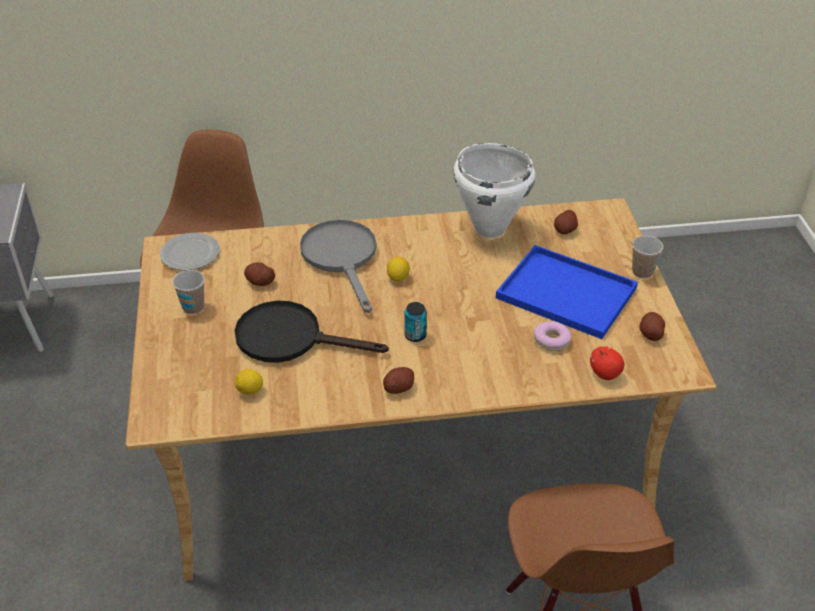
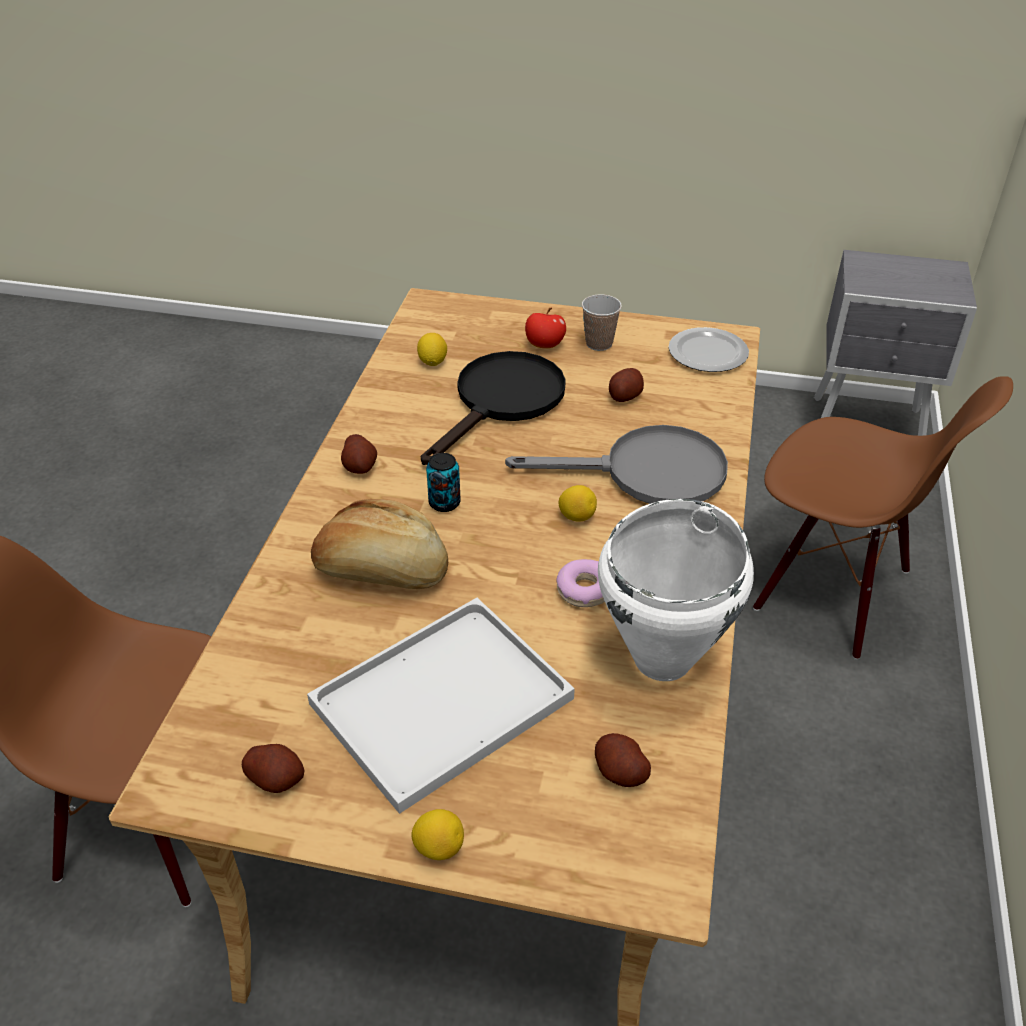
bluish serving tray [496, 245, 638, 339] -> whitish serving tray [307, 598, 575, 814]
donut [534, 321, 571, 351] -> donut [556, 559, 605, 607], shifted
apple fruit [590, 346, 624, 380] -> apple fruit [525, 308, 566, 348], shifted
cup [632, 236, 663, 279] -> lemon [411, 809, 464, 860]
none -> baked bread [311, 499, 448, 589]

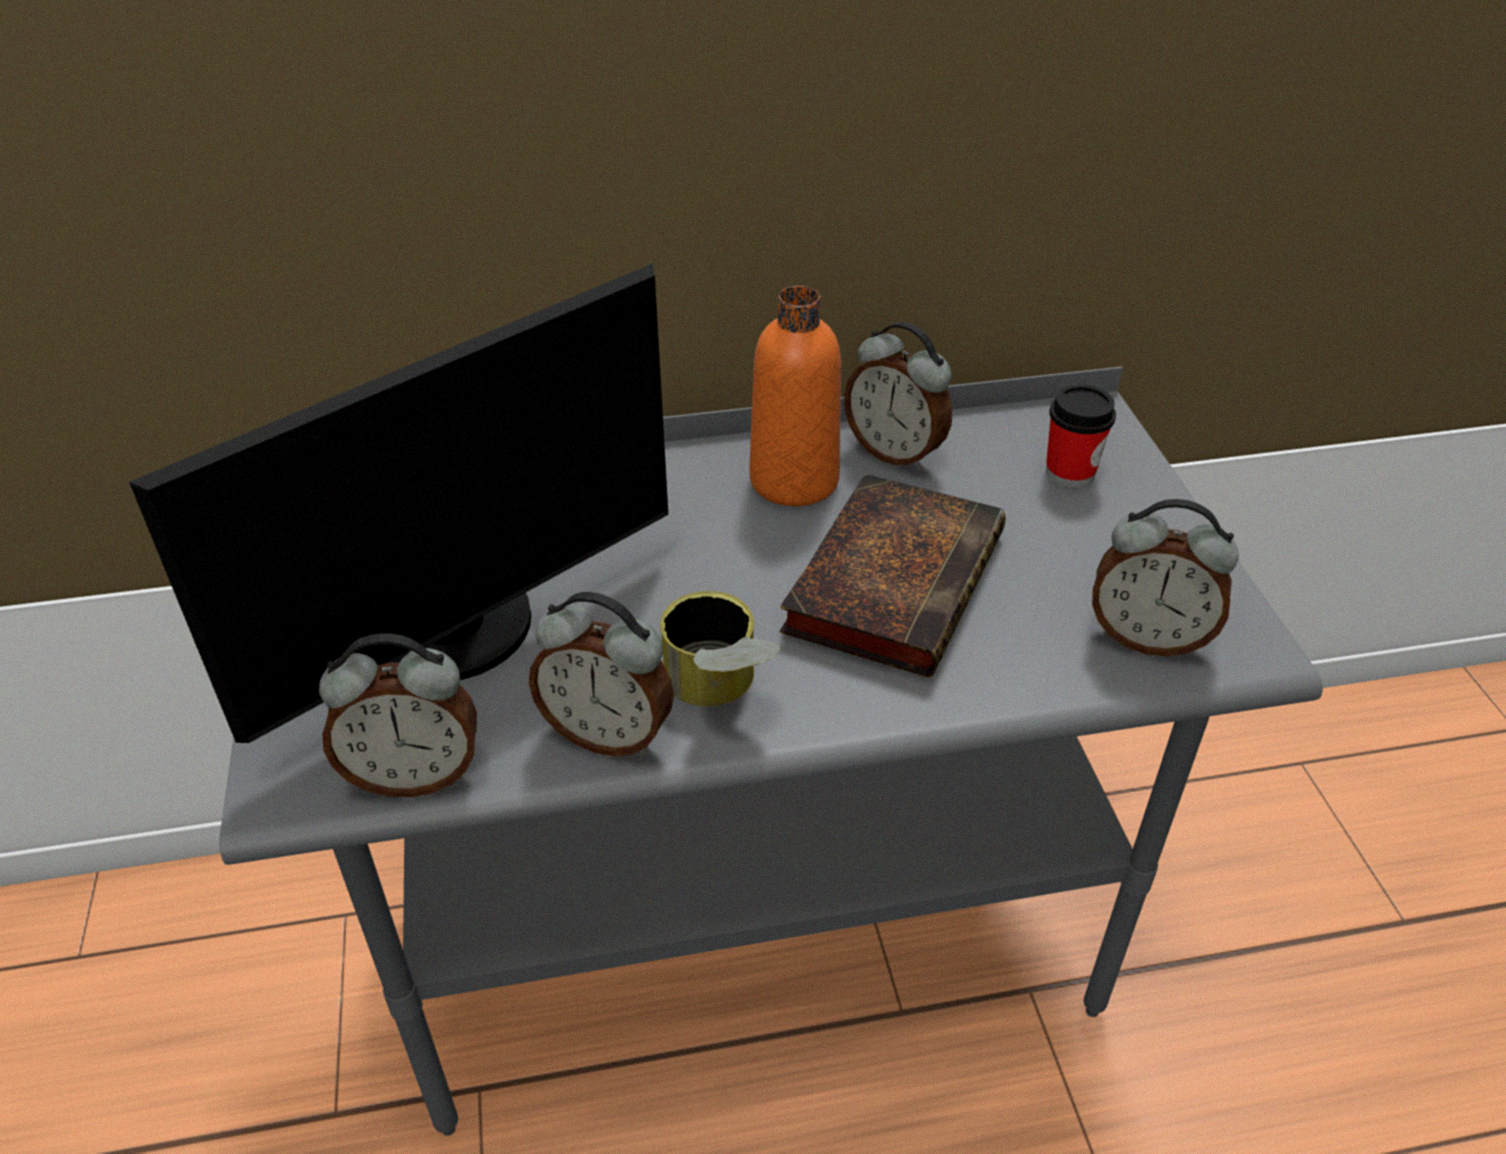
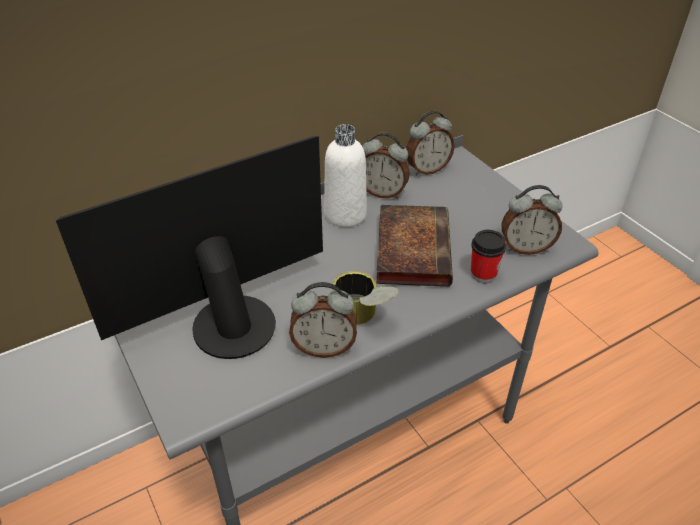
monitor [129, 264, 668, 743] -> monitor [56, 136, 323, 359], 150 degrees counterclockwise
table clock [319, 633, 477, 797] -> table clock [406, 111, 455, 176], shifted
orange bottle [750, 286, 841, 506] -> whitish bottle [324, 124, 367, 227]
cup [1046, 384, 1116, 488] -> cup [471, 230, 506, 283], shifted

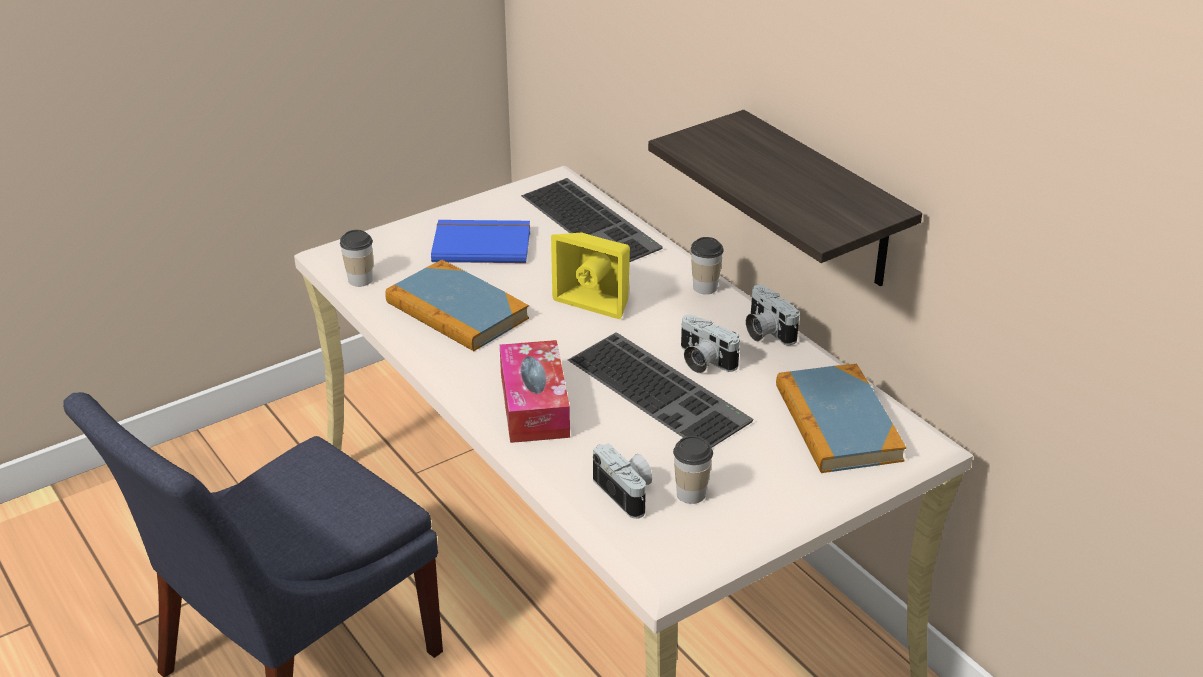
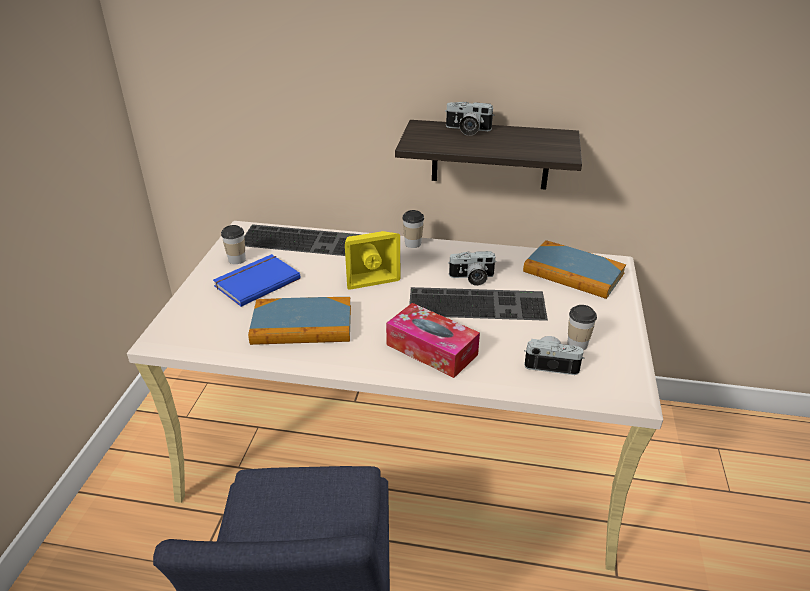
cup [340, 230, 373, 287] -> cup [221, 225, 246, 264], shifted
photo camera [746, 285, 799, 345] -> photo camera [445, 102, 494, 136], shifted

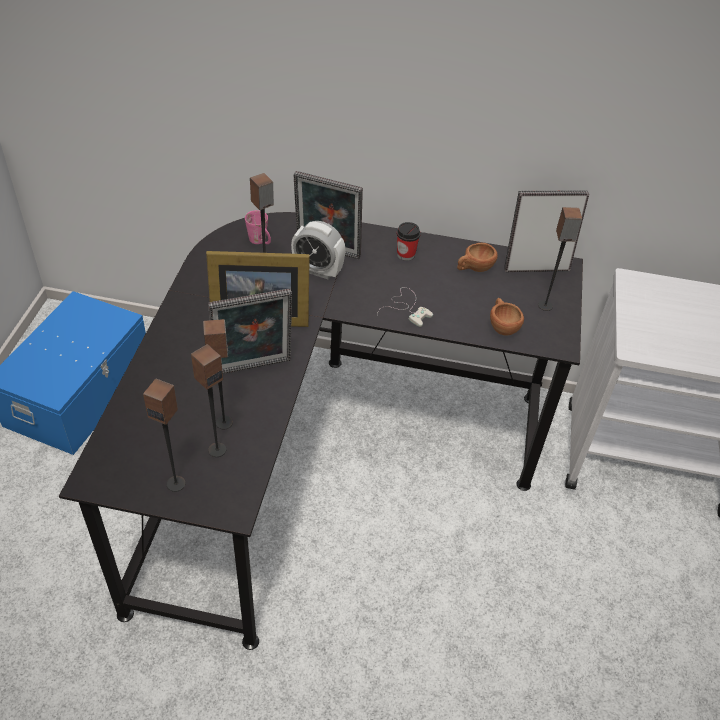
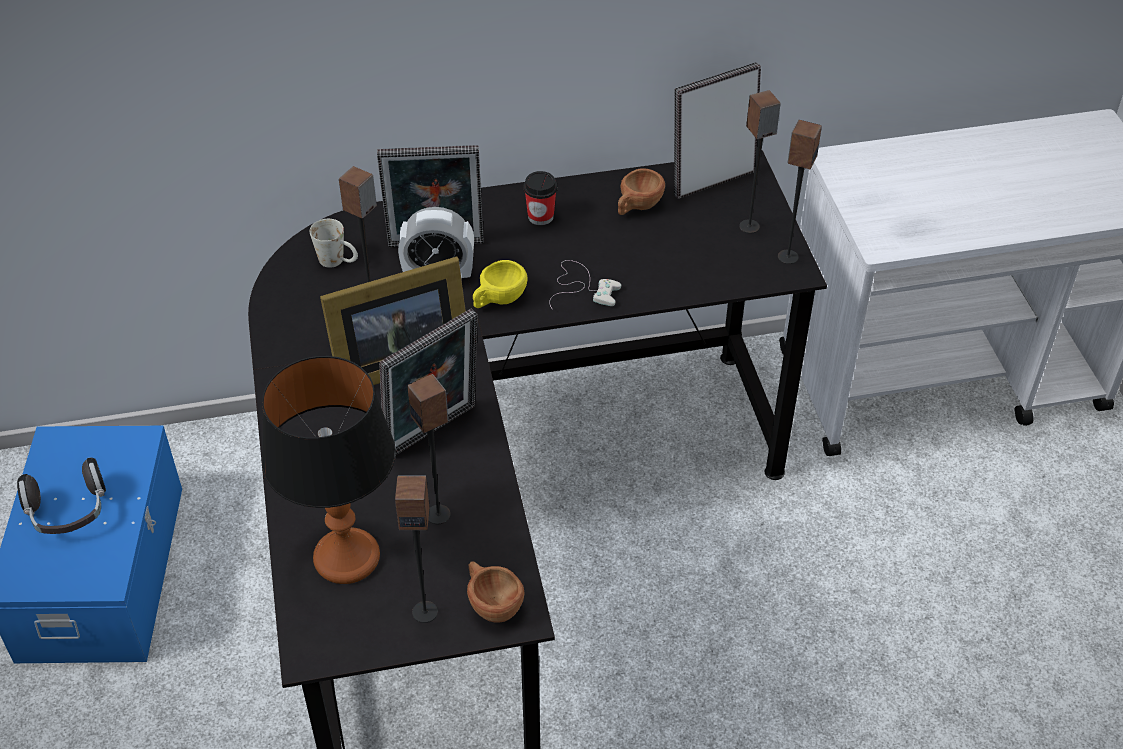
speaker [191, 344, 226, 457] -> speaker [778, 120, 822, 264], shifted
pink mug [245, 210, 271, 244] -> whitish mug [310, 219, 358, 268]
brownish cup [490, 298, 524, 336] -> brownish cup [467, 561, 525, 623], shifted
none -> headphones [17, 458, 106, 534]
none -> tabletop lamp [262, 356, 396, 584]
none -> yellowish cup [473, 260, 528, 308]

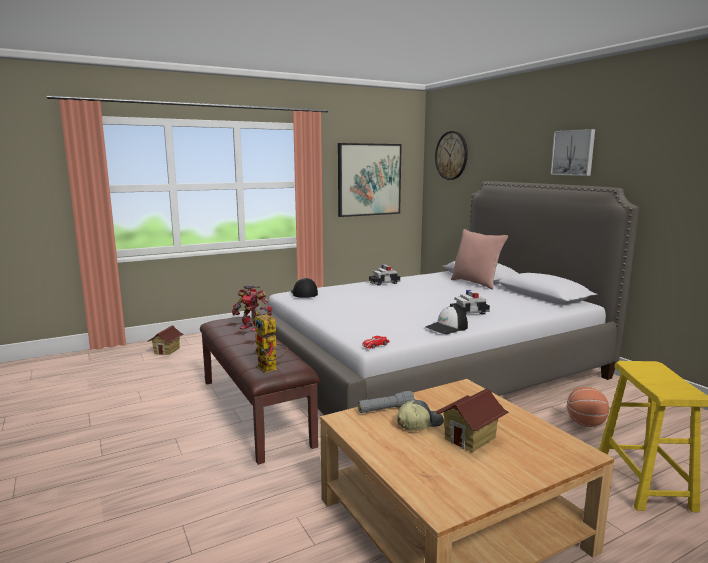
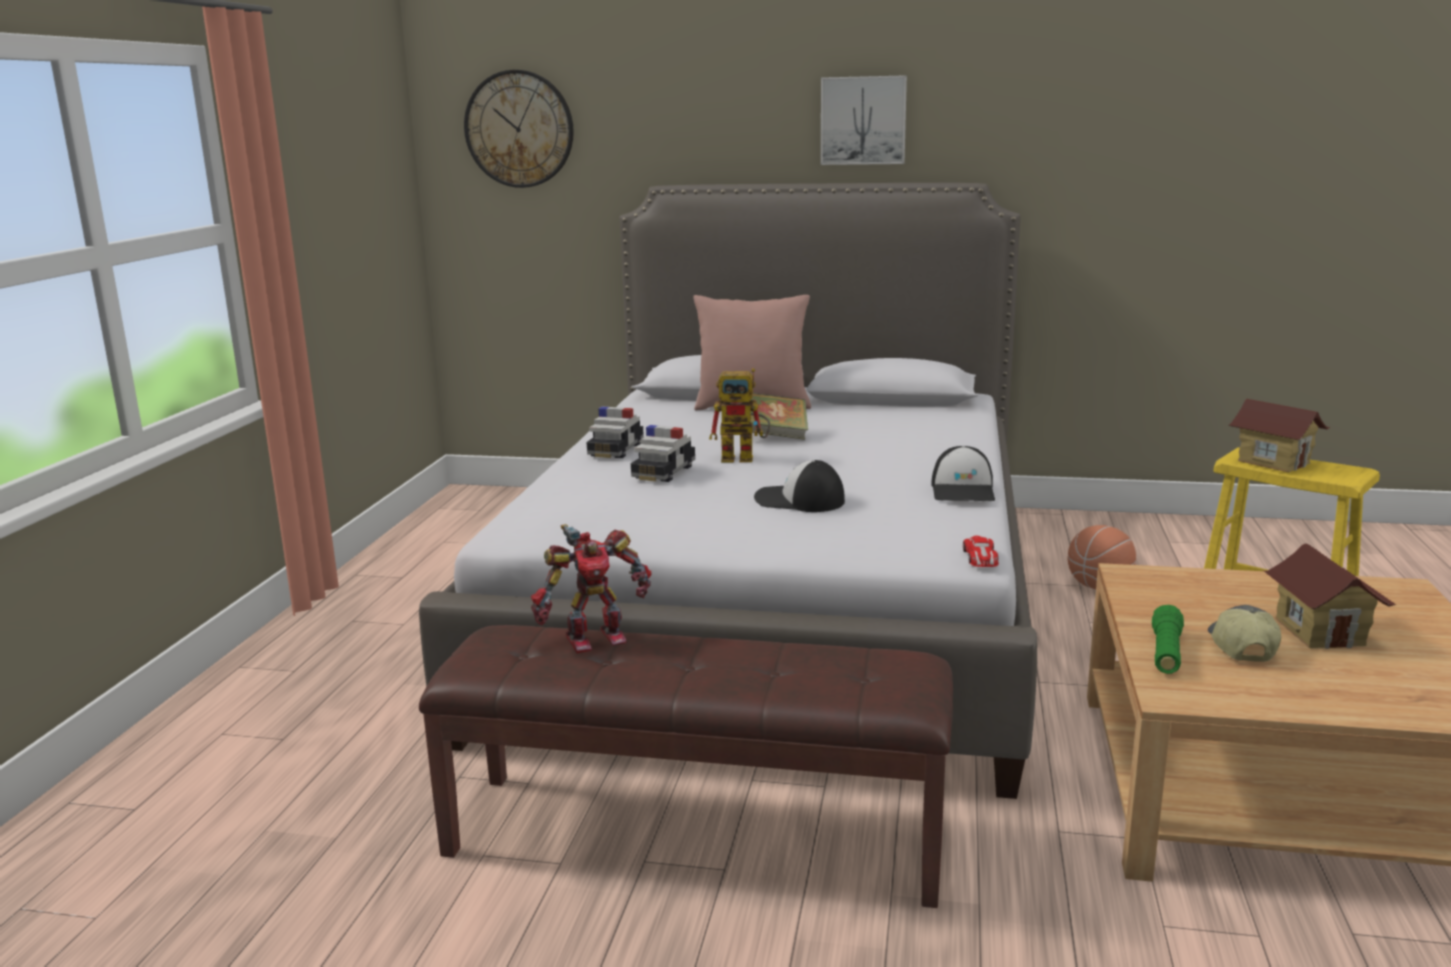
model house [148, 325, 183, 355] -> model house [1229, 399, 1330, 473], shifted
model robot [255, 314, 288, 373] -> model robot [709, 368, 770, 462], shifted
cap [291, 278, 318, 298] -> cap [754, 460, 845, 512], shifted
wall picture [338, 143, 402, 217] -> none
gray torch [358, 391, 415, 413] -> greenish torch [1152, 605, 1184, 674]
toy car [450, 290, 490, 315] -> toy car [631, 425, 695, 482], shifted
none -> volume [750, 393, 808, 440]

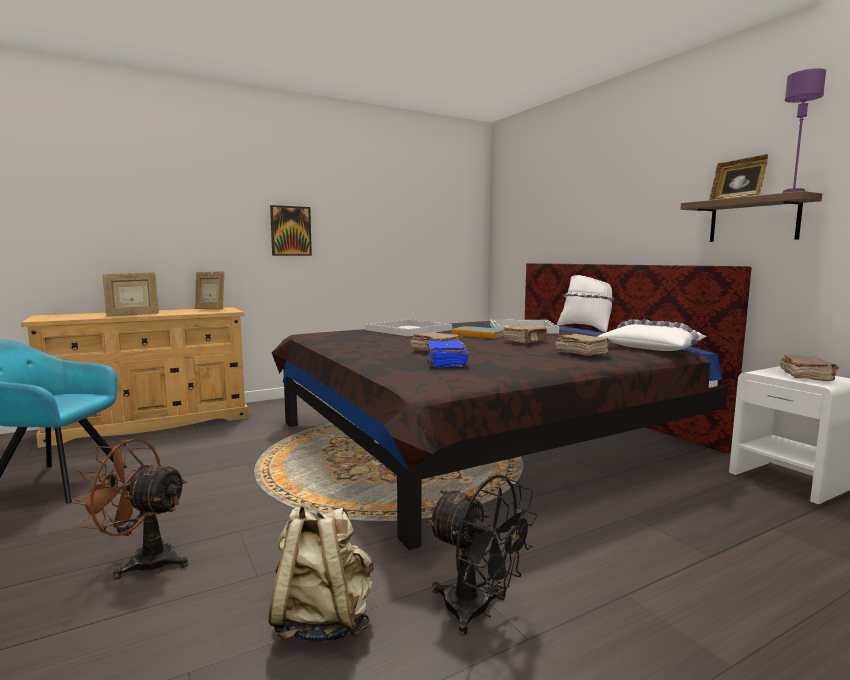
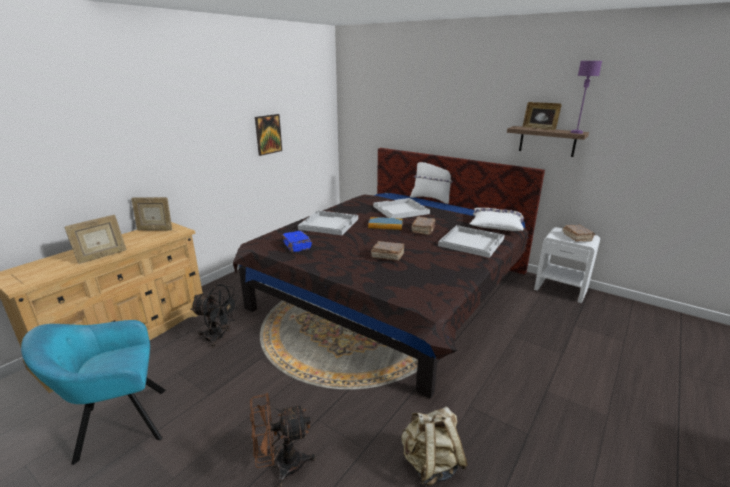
wall picture [270, 205, 312, 256] -> wall picture [255, 114, 282, 156], shifted
bluish volume [426, 341, 469, 368] -> bluish volume [282, 231, 312, 253], shifted
black cooling fan [426, 475, 538, 635] -> black cooling fan [191, 284, 238, 347], shifted
brownish volume [555, 334, 611, 356] -> whitish serving tray [438, 225, 505, 258]

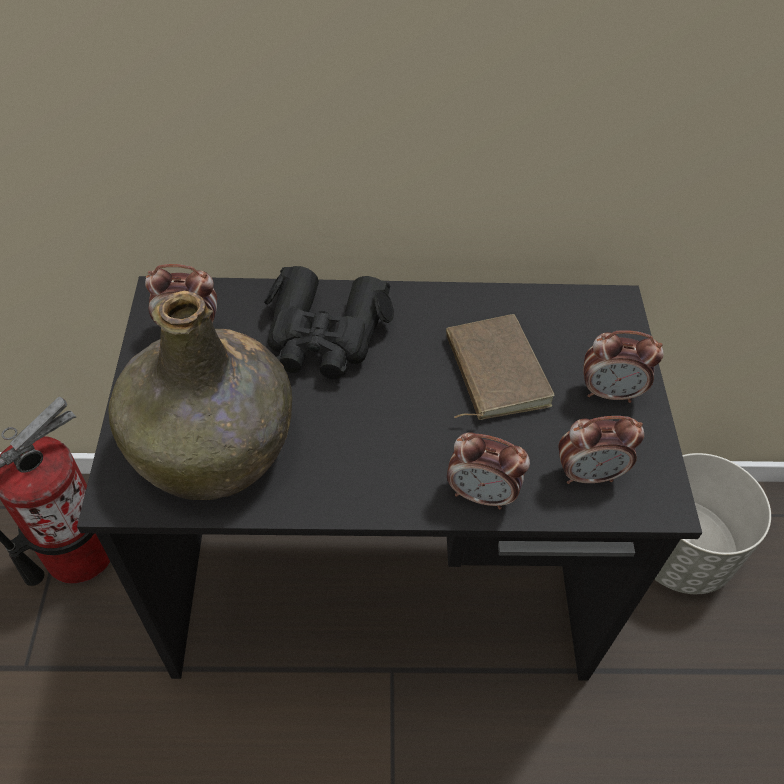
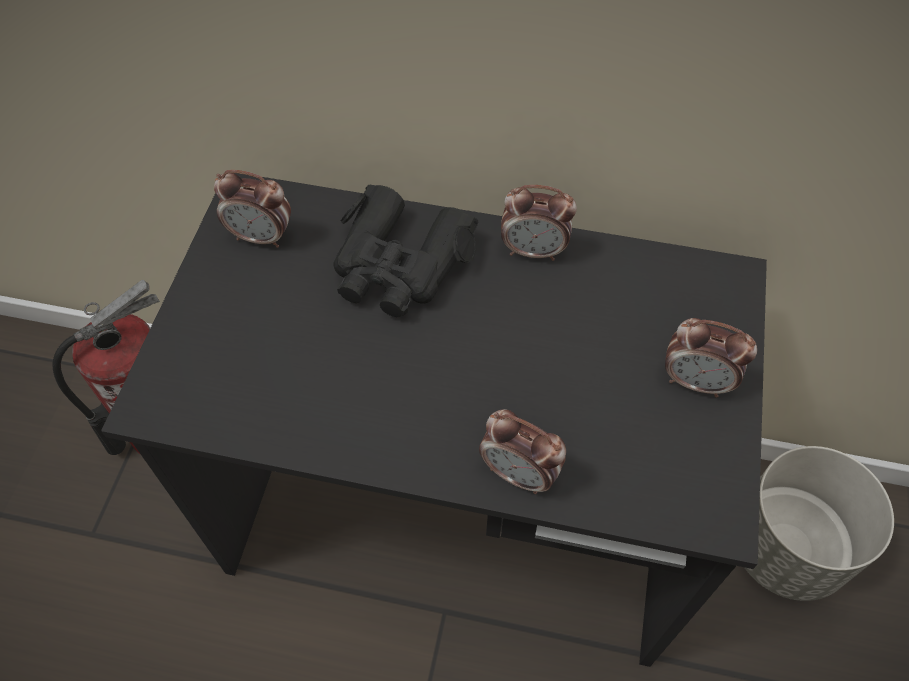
greenish bottle [108, 291, 292, 500] -> none
brownish volume [446, 314, 555, 420] -> none
table clock [559, 416, 644, 484] -> table clock [501, 185, 577, 261], shifted

